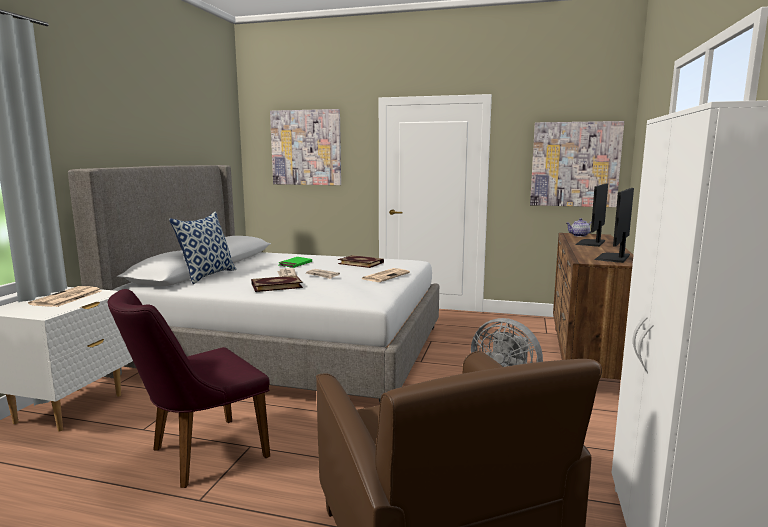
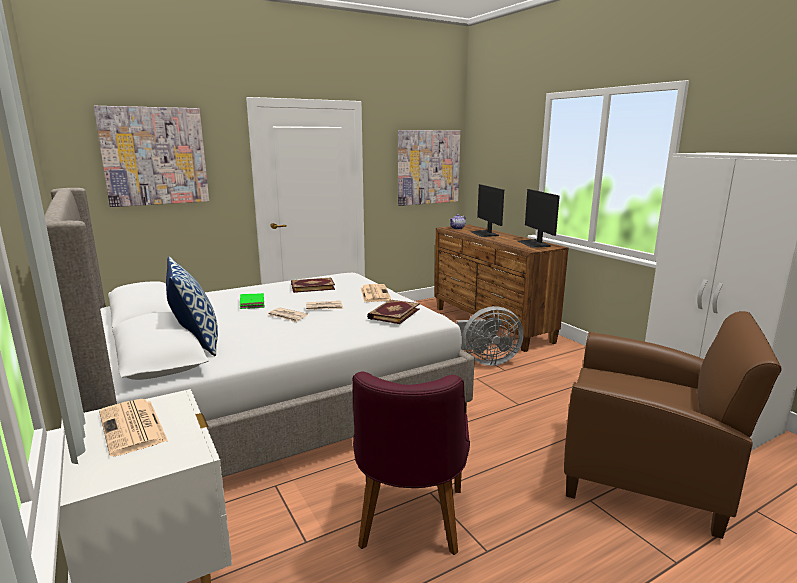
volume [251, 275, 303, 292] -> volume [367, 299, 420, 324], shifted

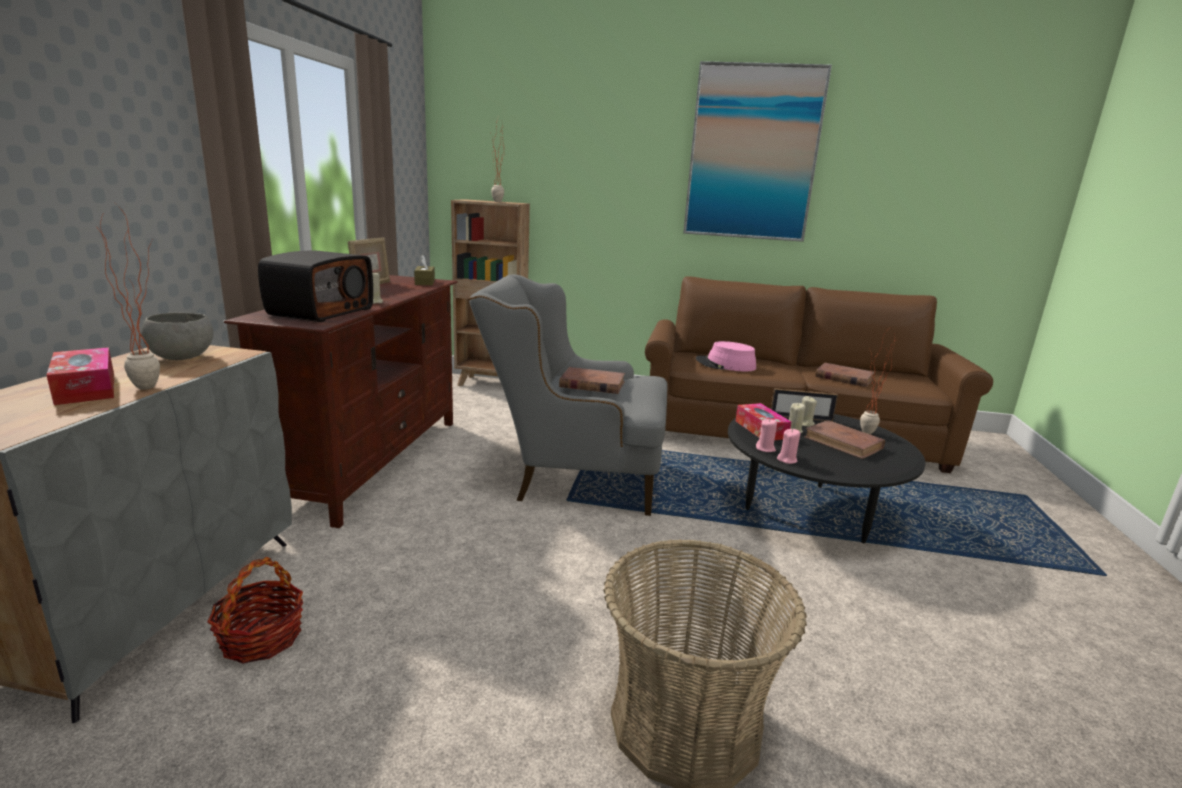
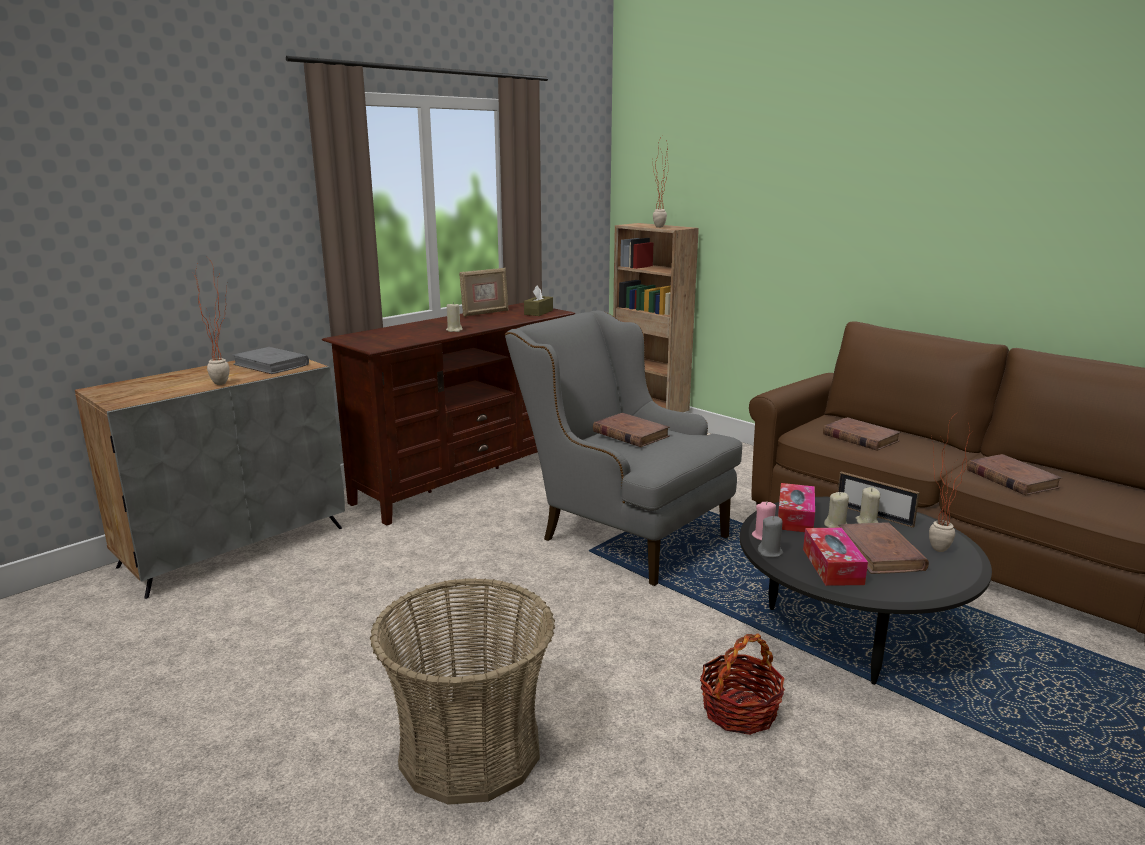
box of tissues [46, 347, 114, 405] -> box of tissues [803, 528, 868, 586], shifted
gray deep dish [141, 313, 214, 360] -> gray volume [232, 347, 309, 374]
household basket [207, 557, 303, 663] -> household basket [700, 634, 785, 735], shifted
radio receiver [258, 251, 373, 322] -> none
wall picture [683, 61, 832, 242] -> none
pink wearable hat [696, 341, 756, 371] -> brownish volume [823, 417, 901, 451]
pink wax candle [777, 429, 800, 464] -> gray wax candle [758, 516, 783, 558]

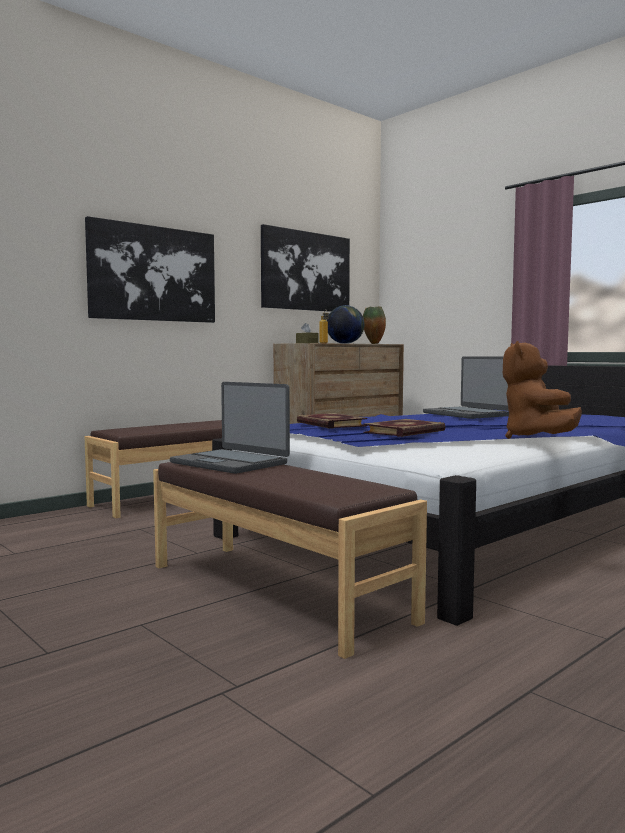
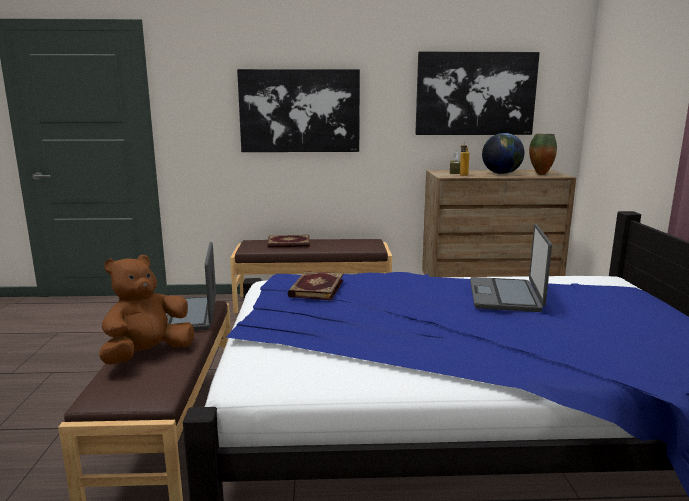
volume [363, 419, 446, 437] -> volume [267, 235, 310, 248], shifted
brownish plush toy [503, 341, 582, 439] -> brownish plush toy [99, 255, 194, 365], shifted

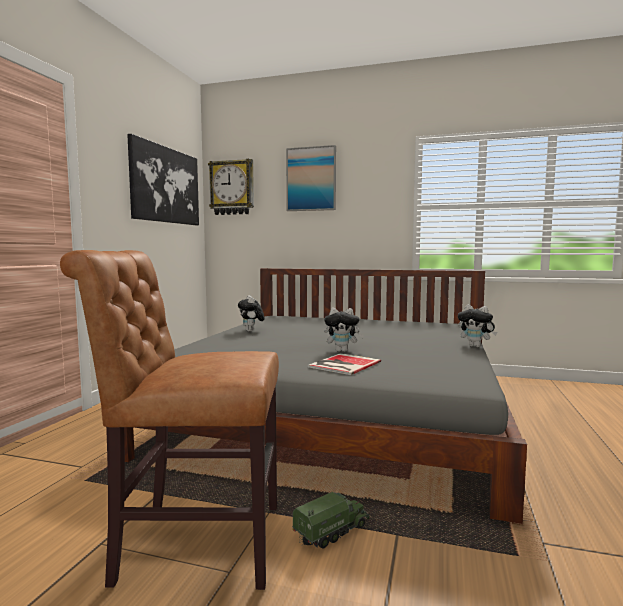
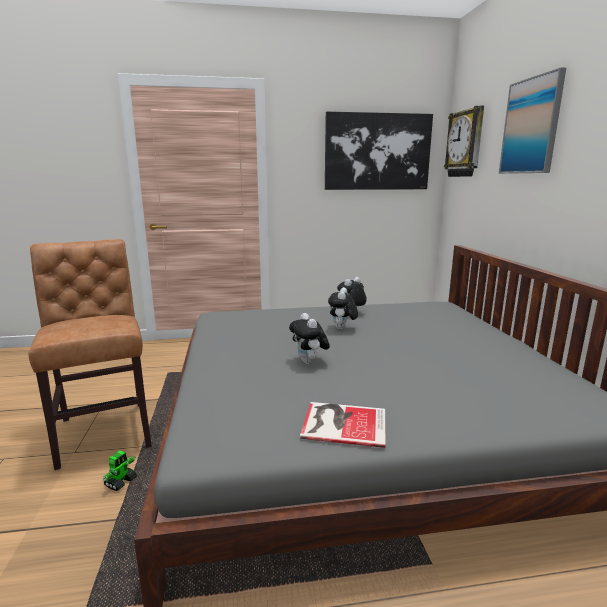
toy lorry [292, 492, 369, 549] -> model robot [102, 451, 137, 491]
volume [308, 353, 381, 375] -> volume [300, 402, 385, 448], shifted
plush toy [458, 305, 497, 347] -> plush toy [328, 287, 358, 329], shifted

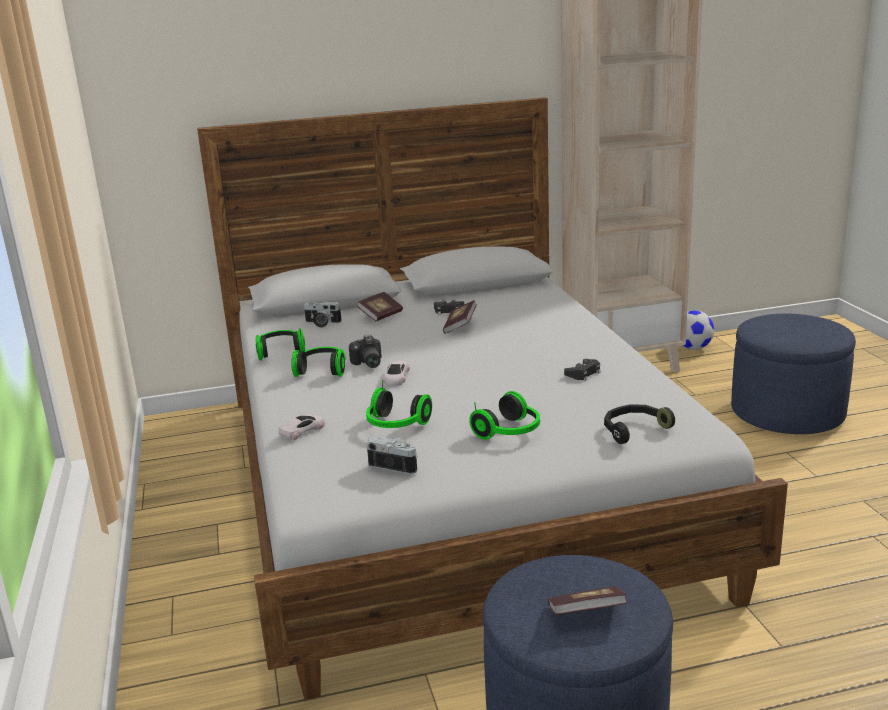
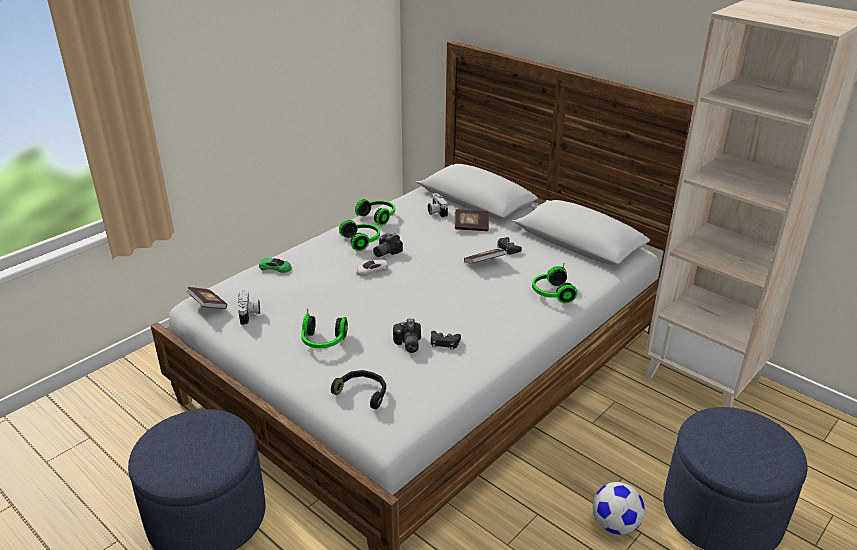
whitish toy car [278, 415, 325, 440] -> greenish toy car [259, 258, 292, 273]
headphones [366, 380, 432, 428] -> headphones [532, 264, 578, 303], shifted
volume [548, 586, 628, 615] -> volume [187, 287, 227, 309], shifted
football [682, 310, 714, 350] -> football [593, 482, 645, 535], shifted
none -> photo camera [393, 319, 421, 353]

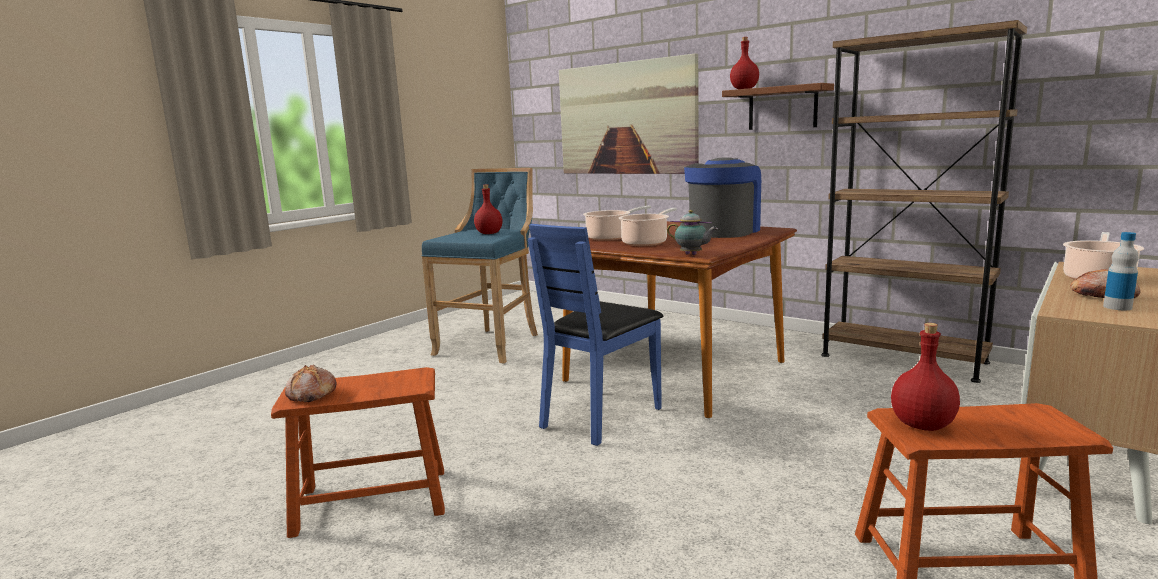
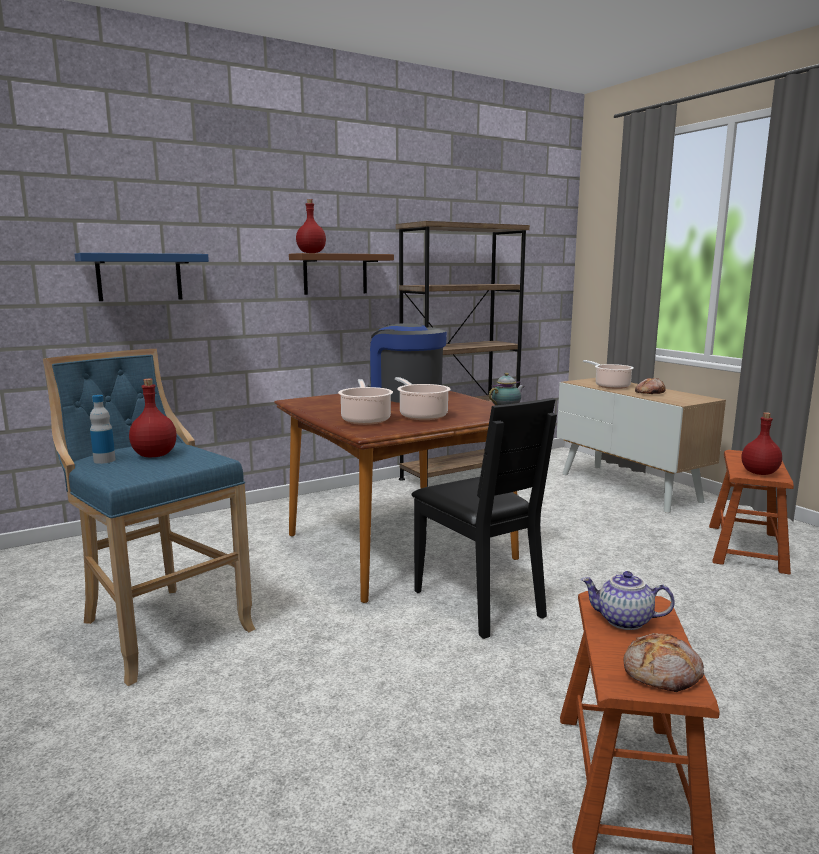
bluish upright chair [528, 224, 663, 446] -> black upright chair [411, 398, 557, 639]
wall picture [559, 53, 699, 174] -> bluish shelf [75, 253, 209, 301]
bottle [1103, 232, 1139, 310] -> bottle [90, 395, 116, 464], shifted
none -> pot for tea [581, 571, 675, 630]

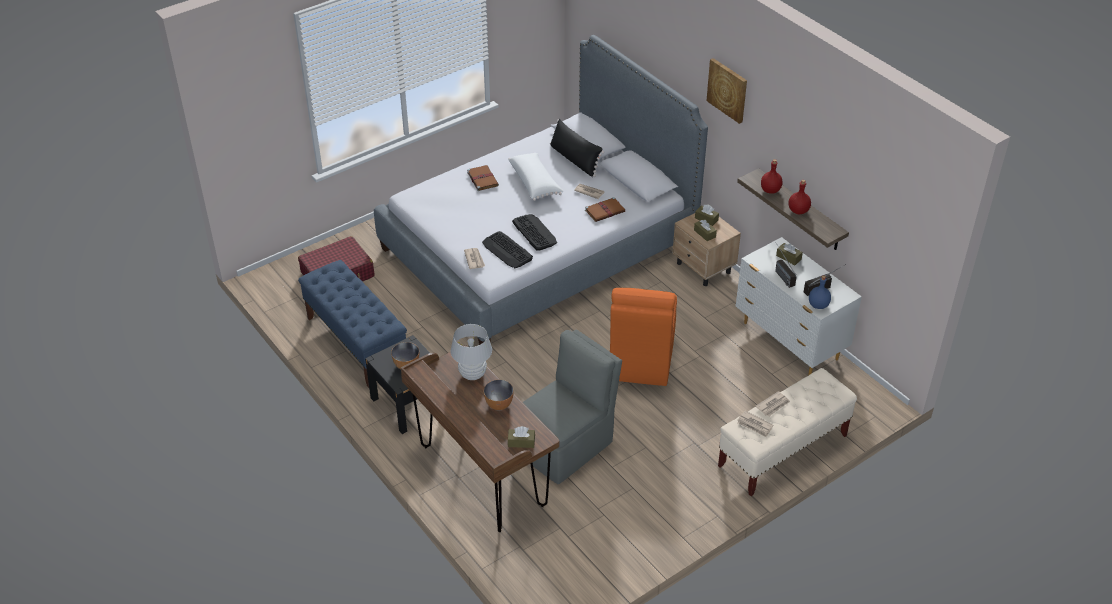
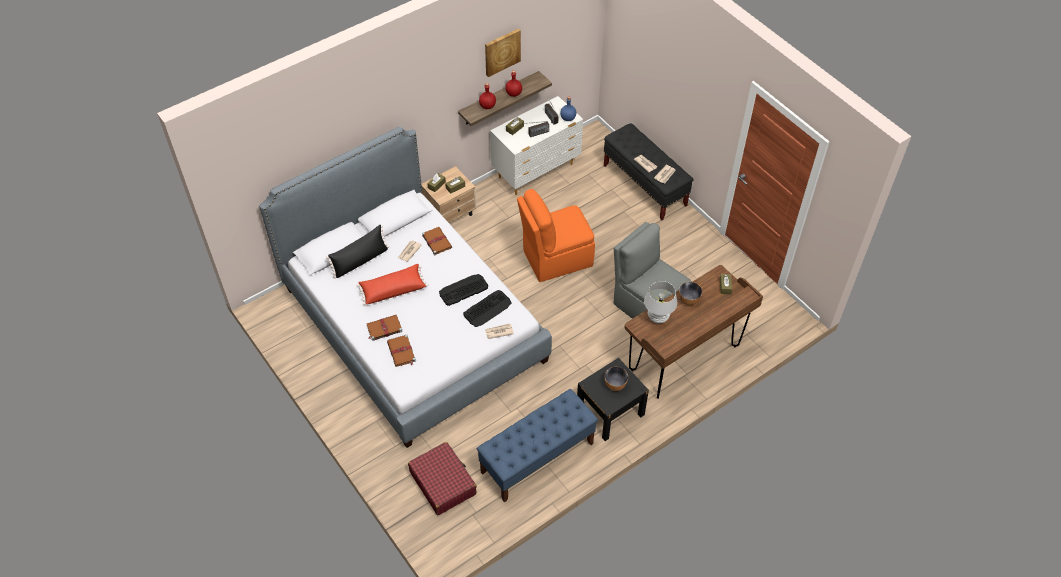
whitish cushion [508, 153, 564, 201] -> red-coloured cushion [357, 264, 428, 305]
orange upright chair [610, 288, 677, 386] -> orange upright chair [517, 189, 595, 282], 150 degrees clockwise
wall picture [706, 58, 747, 124] -> wall picture [485, 28, 521, 77], shifted
beige bench [718, 368, 857, 496] -> black bench [604, 123, 693, 220]
none -> brownish volume [387, 335, 416, 367]

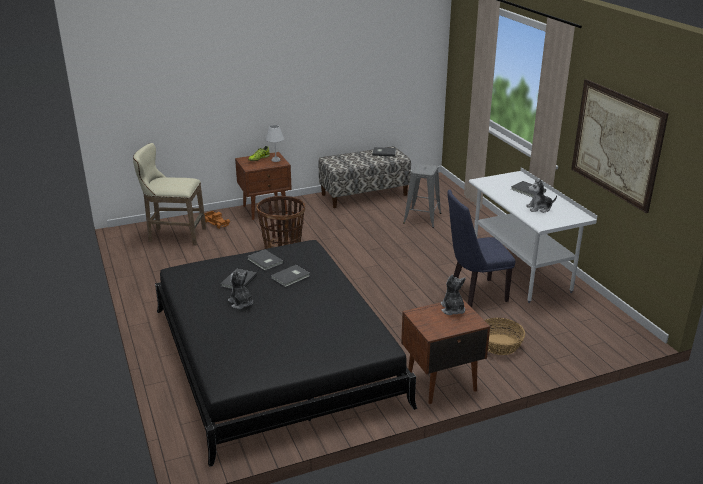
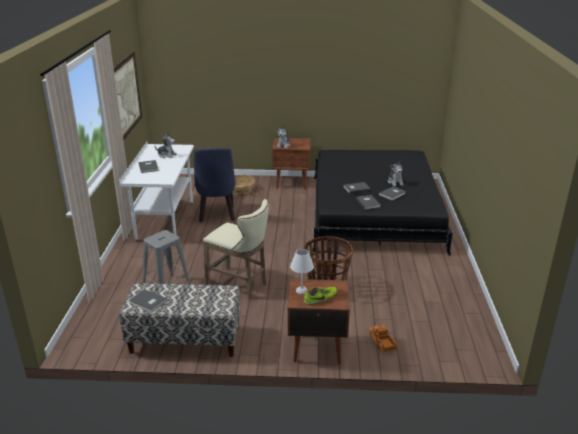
beige stool seat [133, 143, 206, 246] -> beige stool seat [203, 199, 269, 299], shifted
bluish upright chair [447, 190, 516, 307] -> bluish upright chair [194, 148, 236, 222], 75 degrees clockwise

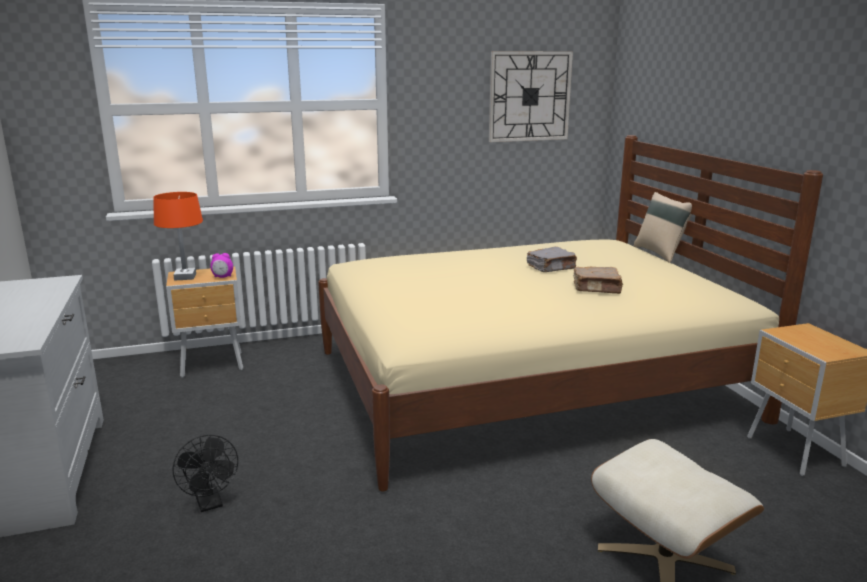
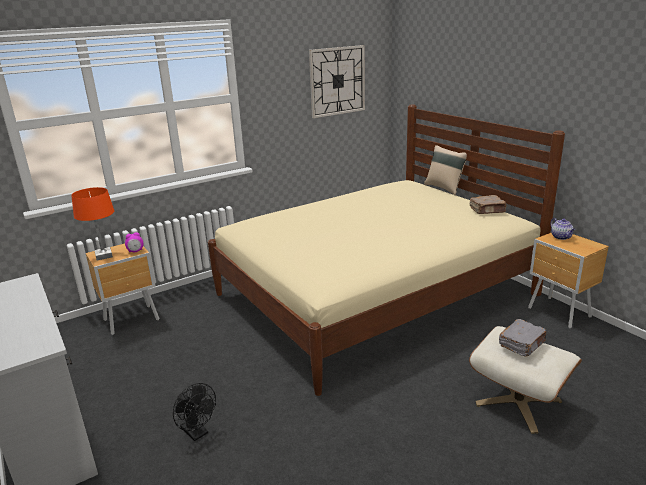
gray volume [527, 247, 577, 272] -> gray volume [499, 319, 546, 357], shifted
brownish volume [573, 267, 623, 294] -> brownish volume [470, 195, 507, 214], shifted
none -> pot for tea [550, 218, 576, 240]

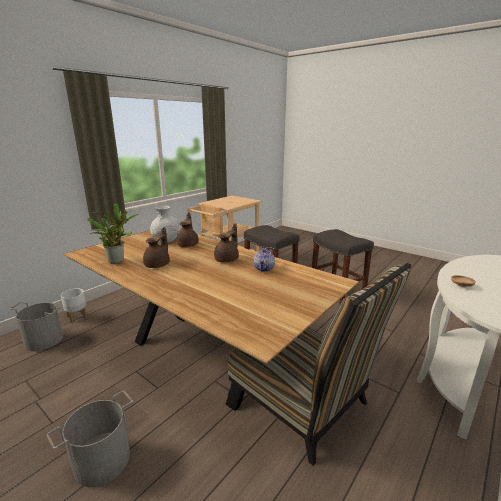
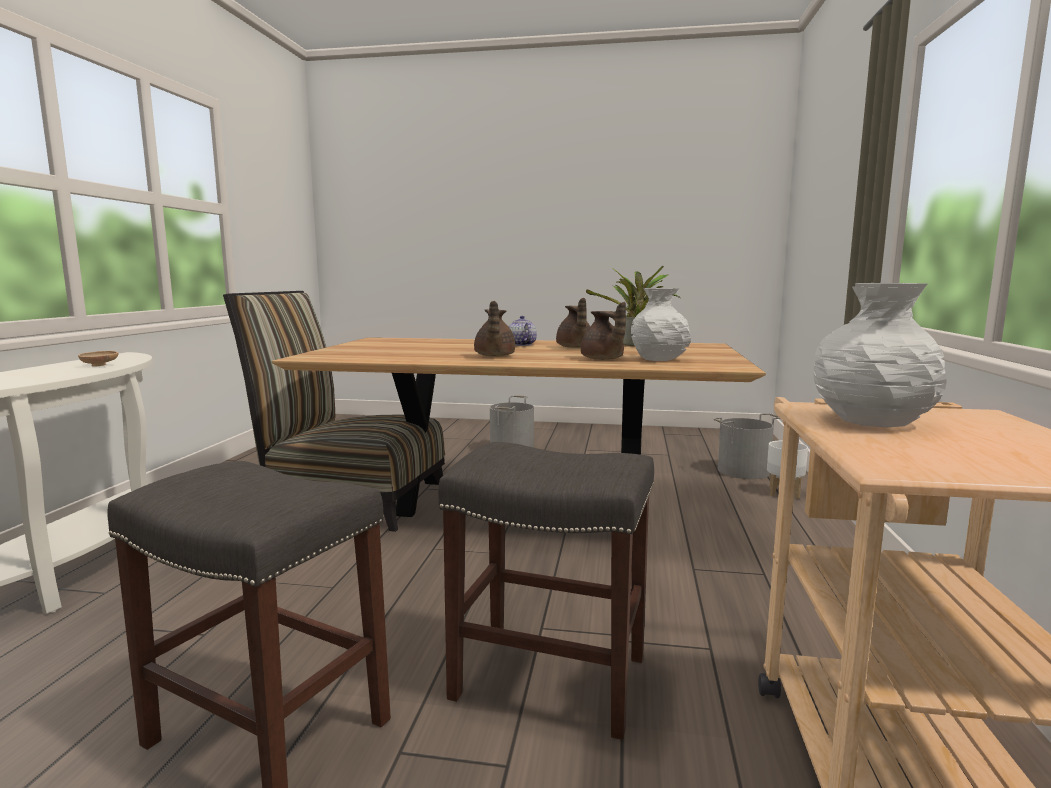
pot for tea [253, 248, 275, 272] -> pot for tea [509, 316, 537, 346], shifted
none -> whitish vase [813, 283, 947, 427]

